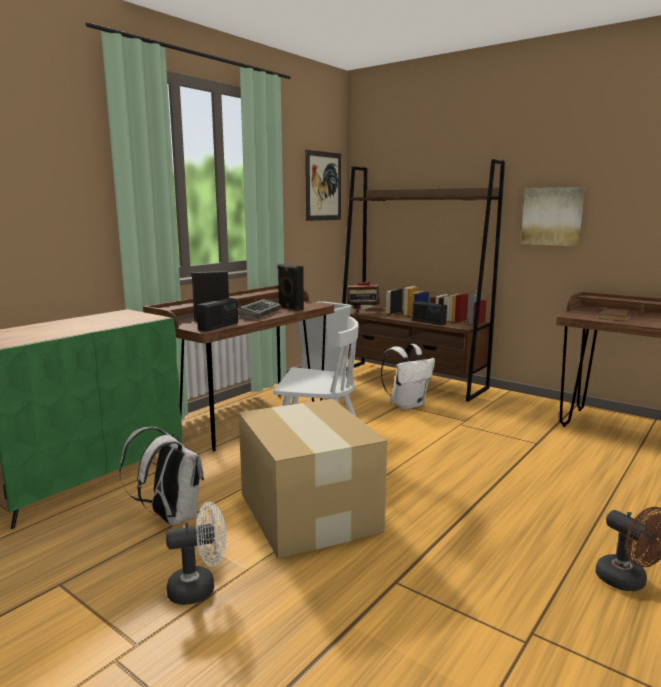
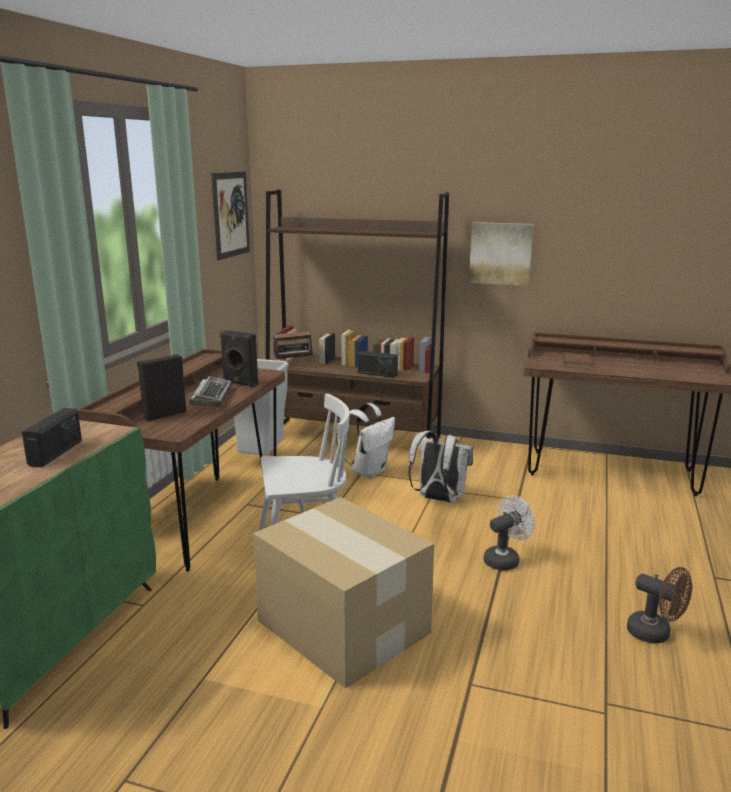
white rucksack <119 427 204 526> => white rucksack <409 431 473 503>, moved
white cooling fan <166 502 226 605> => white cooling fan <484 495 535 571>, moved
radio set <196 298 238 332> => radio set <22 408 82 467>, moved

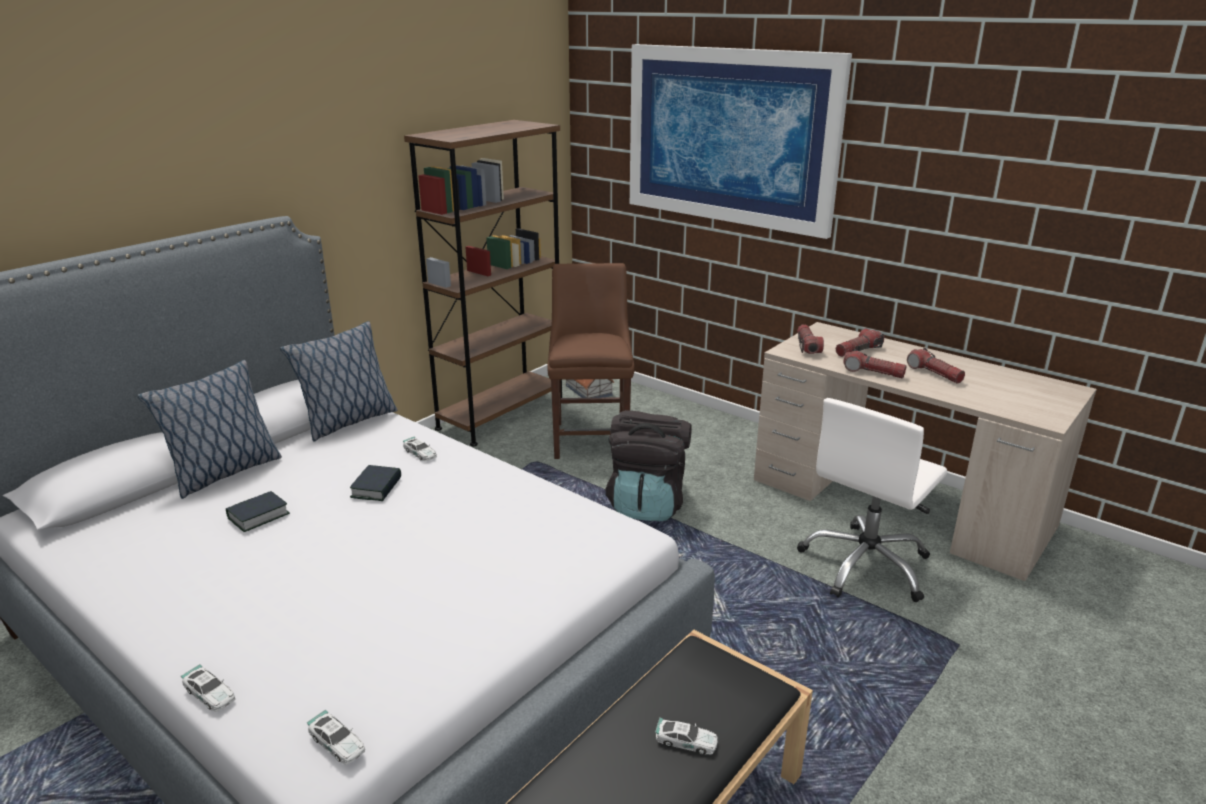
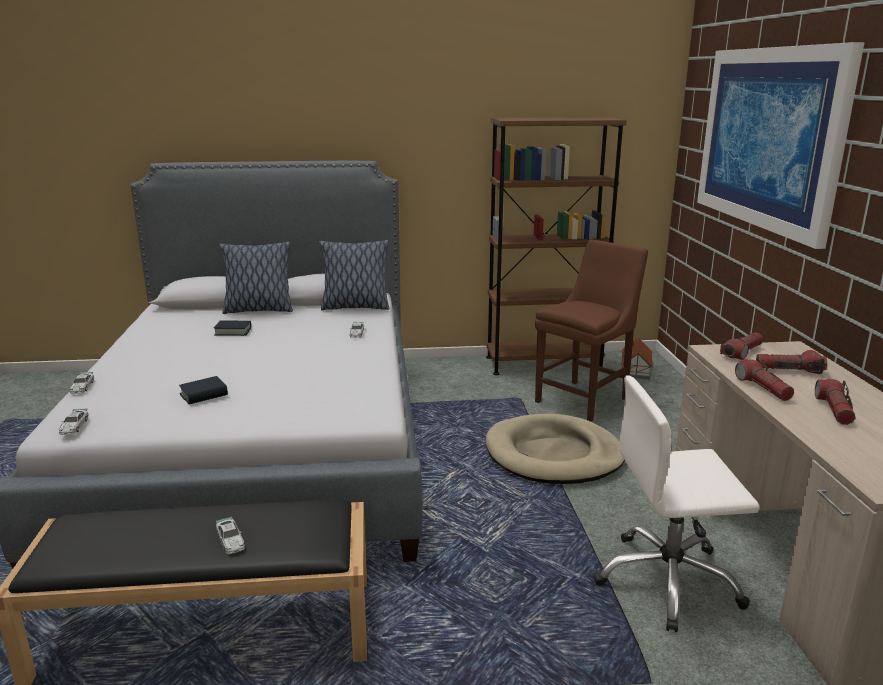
book <350 465 401 501> => book <179 376 228 404>, moved
black rucksack <606 410 692 521> => beige dog cushion <486 414 625 484>

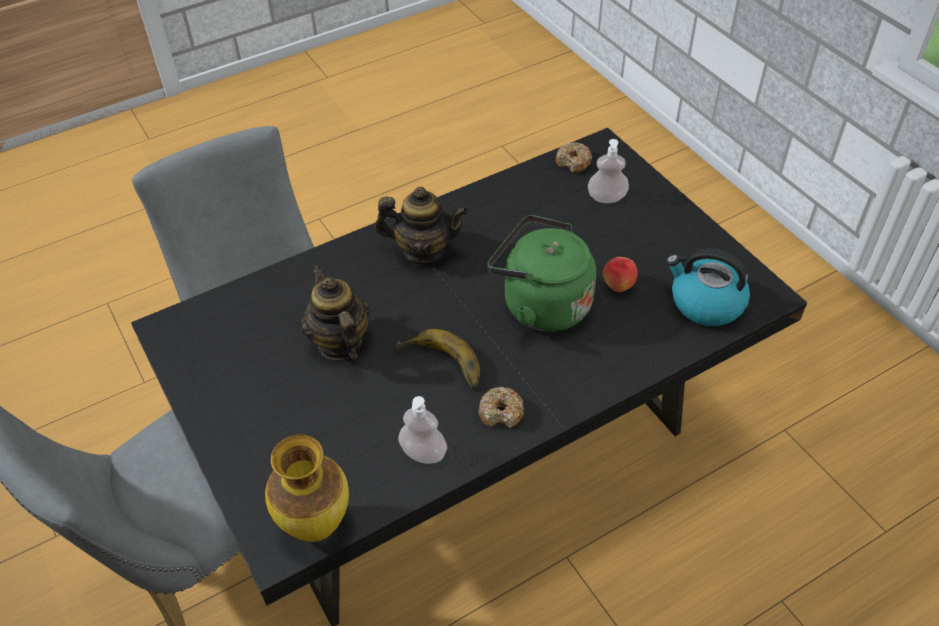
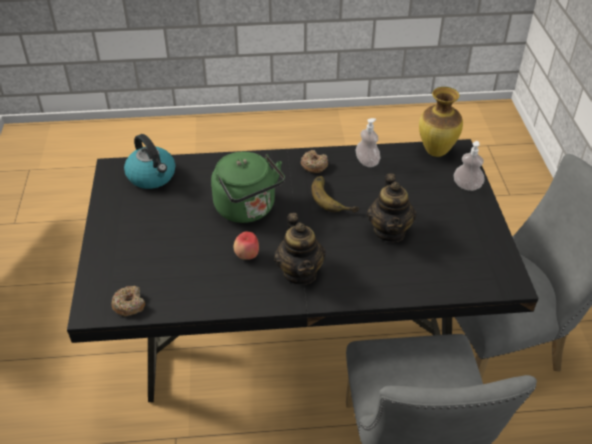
liquid soap bottle <588 139 629 203> => liquid soap bottle <454 141 484 191>, moved
whole apple <603 257 637 292> => whole apple <233 232 259 260>, moved
pot for tea <375 187 468 266> => pot for tea <274 213 326 285>, 135 degrees counterclockwise

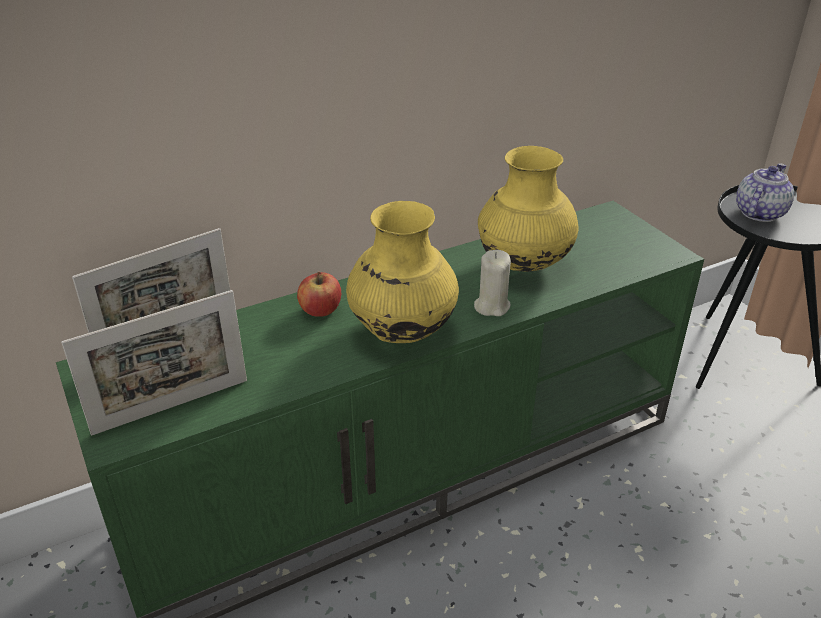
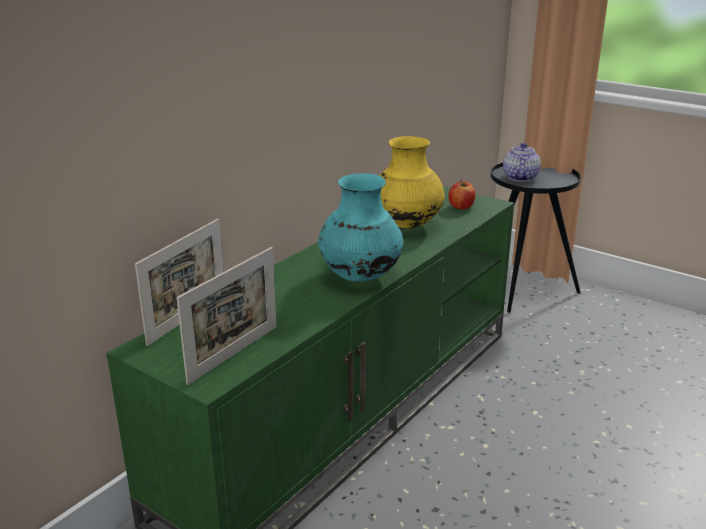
beige wax candle <474 250 511 316> => nothing
whole apple <297 272 341 317> => whole apple <448 180 475 209>, moved
yellow-coloured vase <346 201 459 343> => turquoise vase <318 173 403 282>

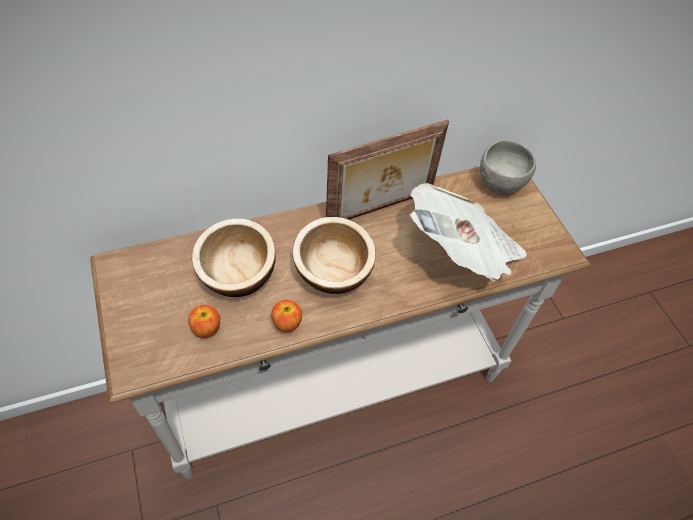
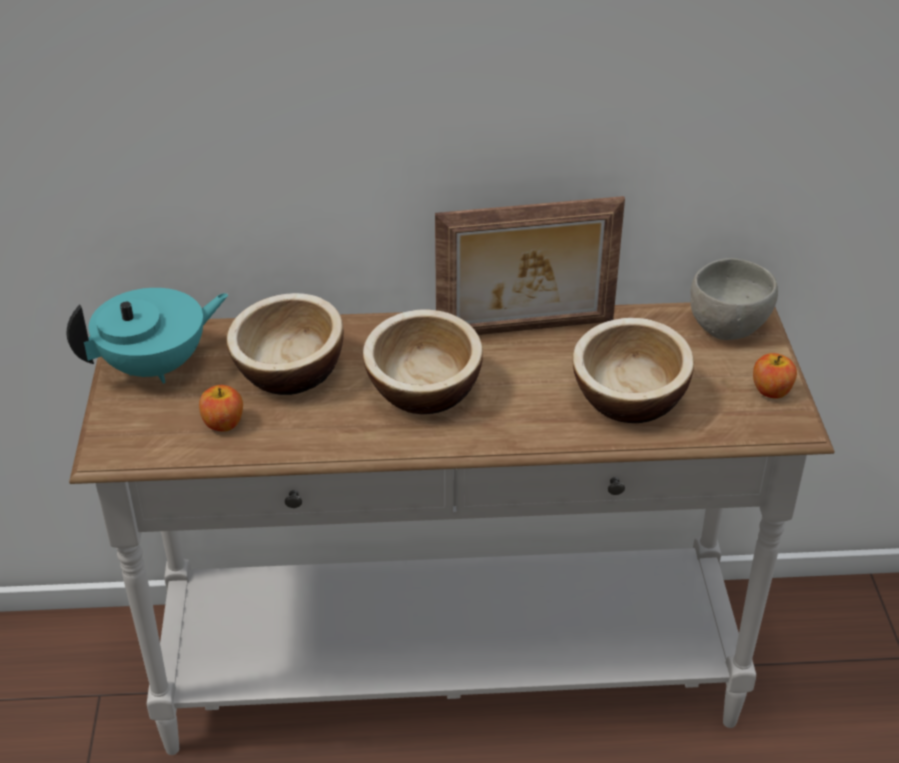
nothing => turquoise pot for tea <67 288 228 384>
whole apple <271 300 302 332> => whole apple <753 353 797 398>, moved
printed paper <410 183 527 281> => deep dish <572 318 694 423>

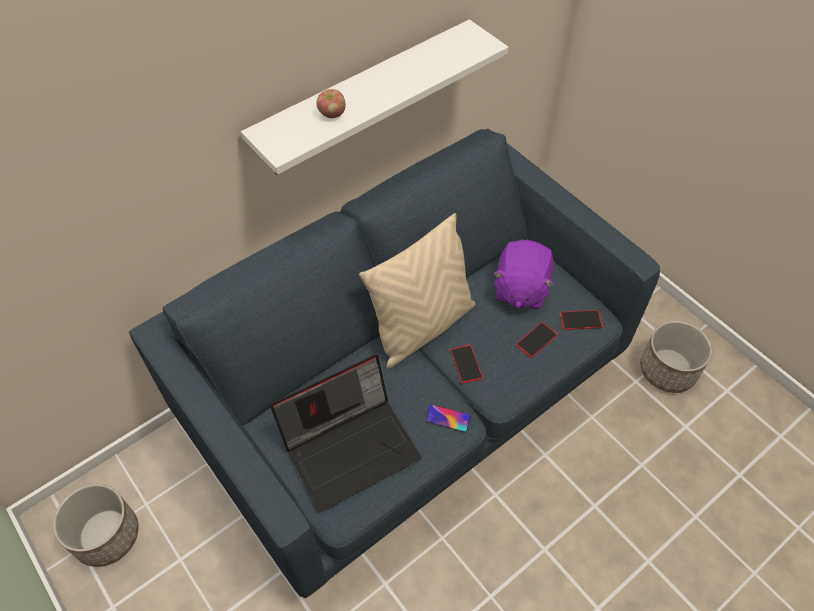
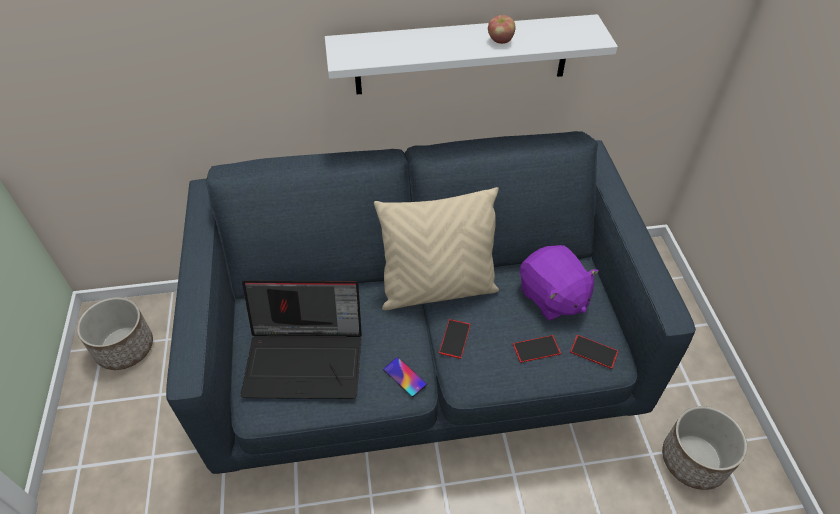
whole apple <317 89 346 118> => whole apple <488 15 516 44>, moved
purple-coloured cuddly toy <493 240 554 309> => purple-coloured cuddly toy <520 245 599 321>, 75 degrees counterclockwise

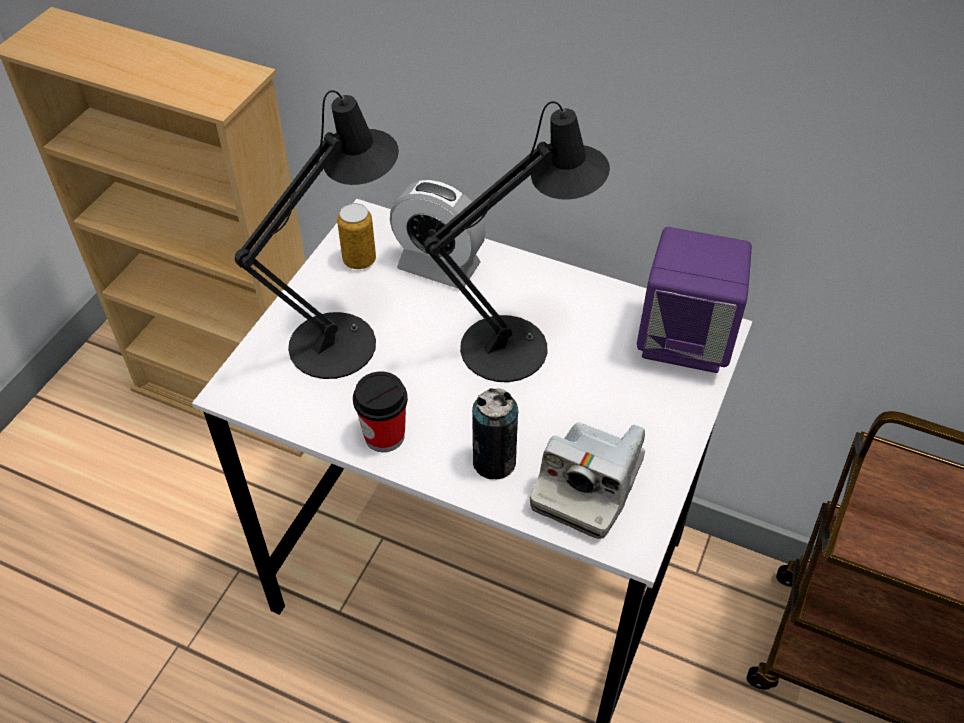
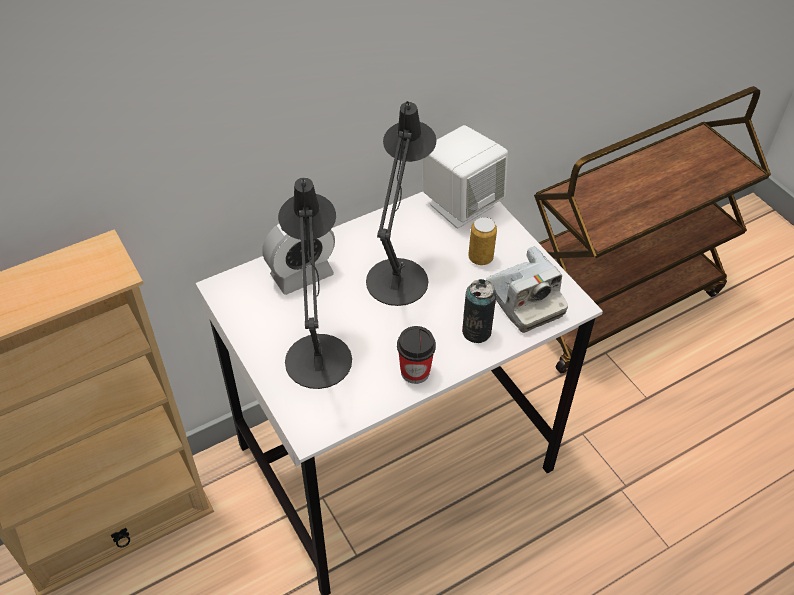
can <337 203 376 269> => can <468 217 497 265>, moved
purple-coloured loudspeaker <637 227 752 373> => white loudspeaker <422 125 508 228>

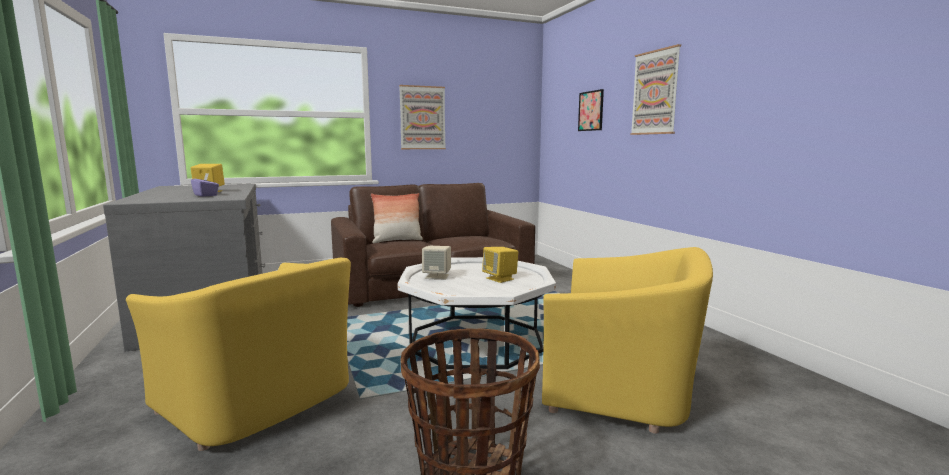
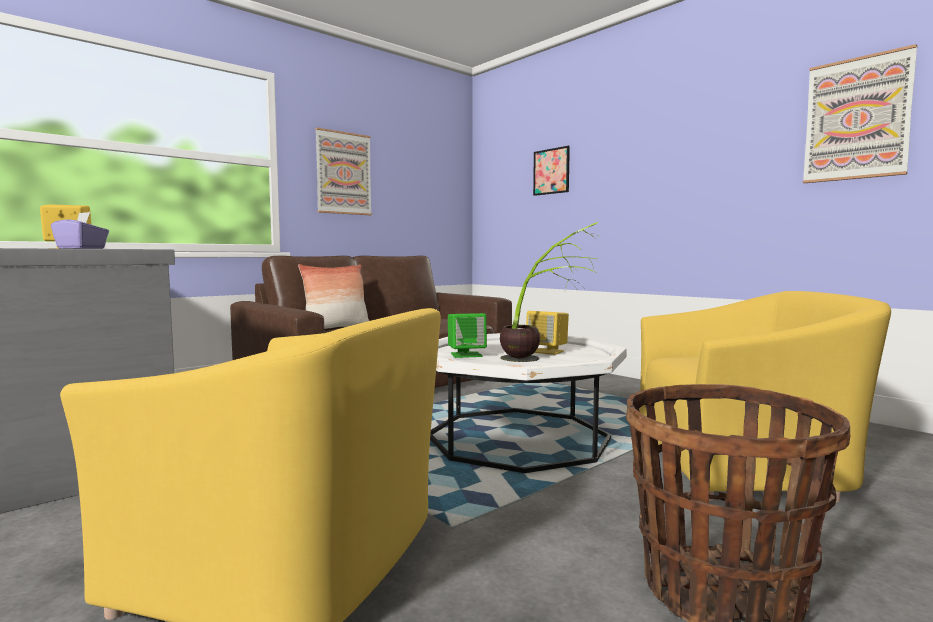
nothing => houseplant <500 222 598 362>
wall picture <630 44 681 135> => wall picture <803 44 917 183>, moved
beige loudspeaker <422 246 451 280> => greenish loudspeaker <448 313 487 358>

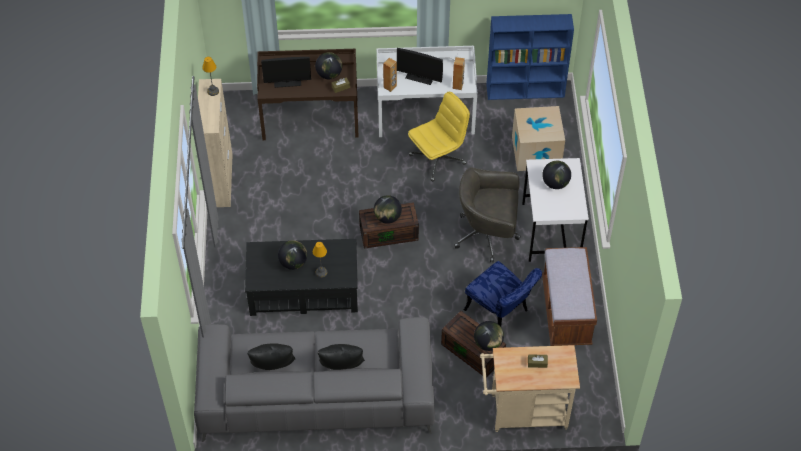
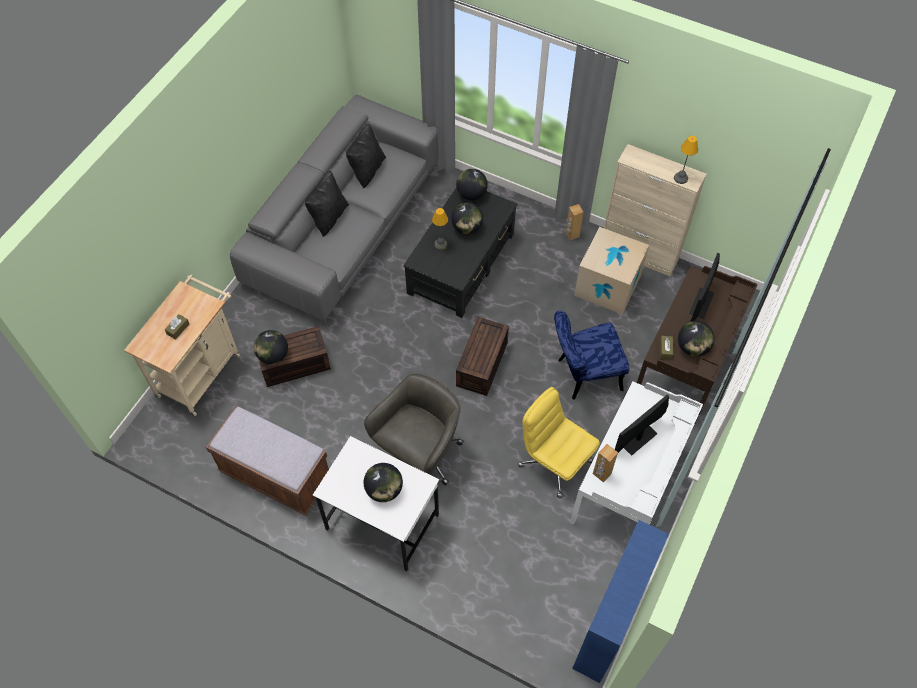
desk globe <374 195 402 224> => desk globe <456 169 488 200>, moved
brown loudspeaker <383 58 397 92> => brown loudspeaker <566 204 583 240>, moved
blue-coloured chair <464 261 542 326> => blue-coloured chair <554 311 629 399>, moved
packing box <512 106 565 171> => packing box <574 227 649 314>, moved
yellow-coloured office chair <408 92 470 182> => yellow-coloured office chair <518 387 600 498>, 135 degrees clockwise

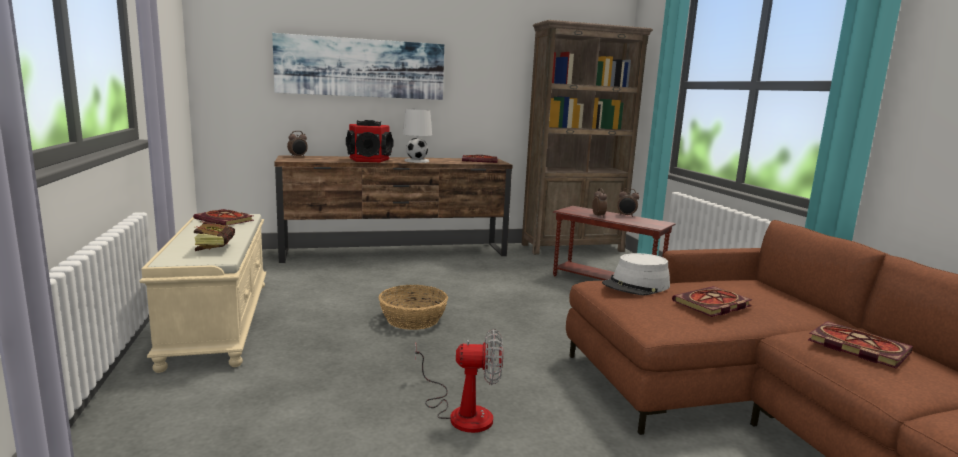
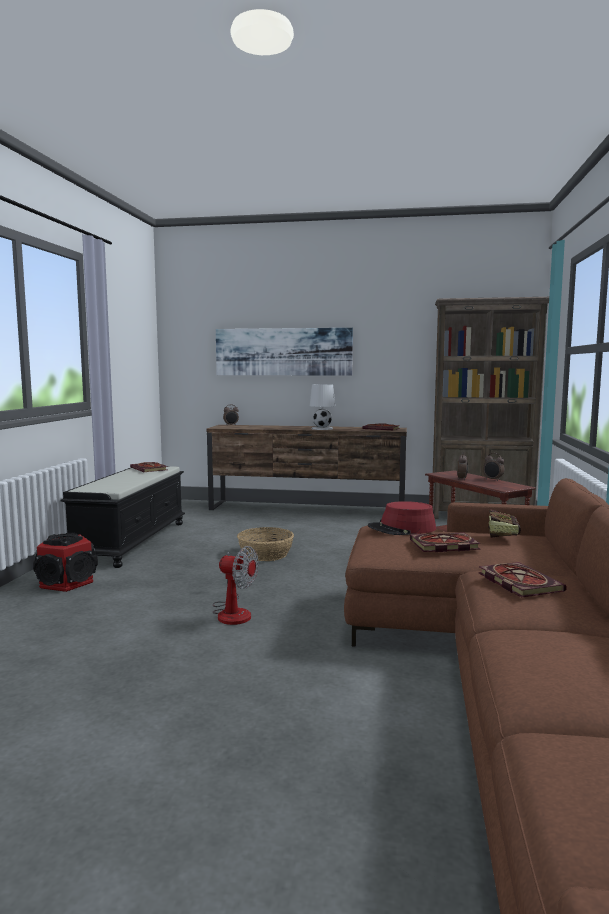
book <194 221 235 251> => book <488 509 521 538>, moved
loudspeaker <346 120 394 162> => loudspeaker <33 532 98 592>, moved
beige indoor bench <139 214 266 373> => black indoor bench <60 466 185 568>
grey clothing hat <602 253 670 296> => red clothing hat <368 501 436 535>

